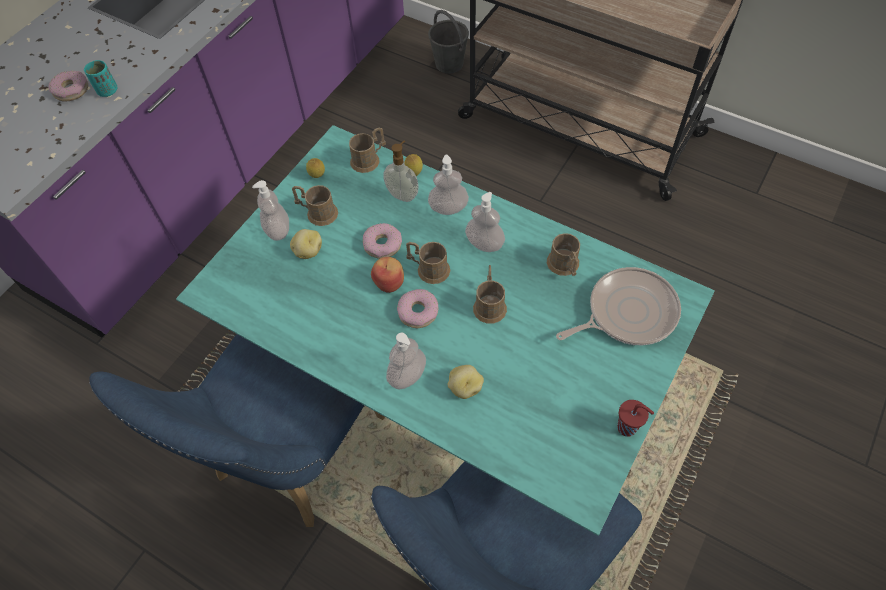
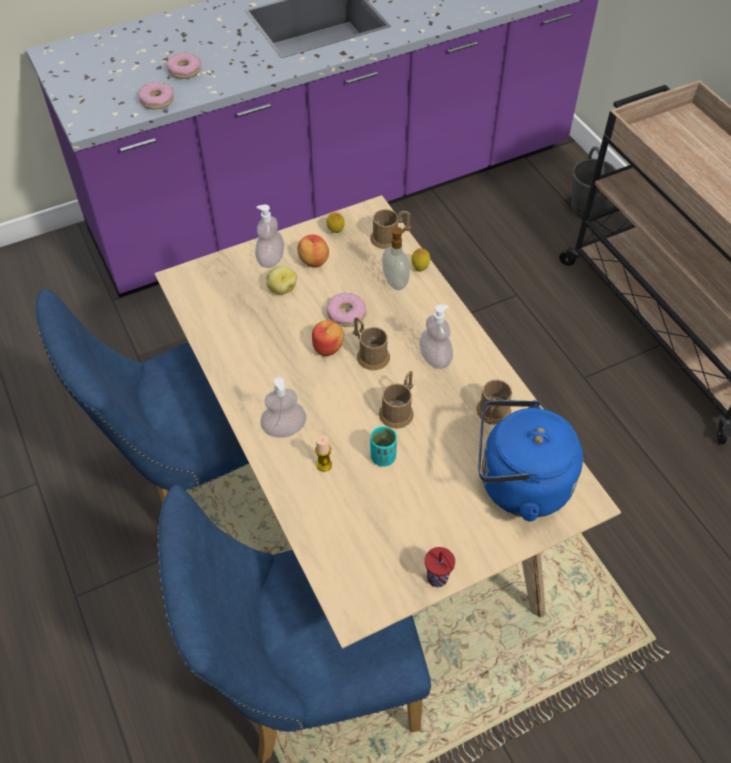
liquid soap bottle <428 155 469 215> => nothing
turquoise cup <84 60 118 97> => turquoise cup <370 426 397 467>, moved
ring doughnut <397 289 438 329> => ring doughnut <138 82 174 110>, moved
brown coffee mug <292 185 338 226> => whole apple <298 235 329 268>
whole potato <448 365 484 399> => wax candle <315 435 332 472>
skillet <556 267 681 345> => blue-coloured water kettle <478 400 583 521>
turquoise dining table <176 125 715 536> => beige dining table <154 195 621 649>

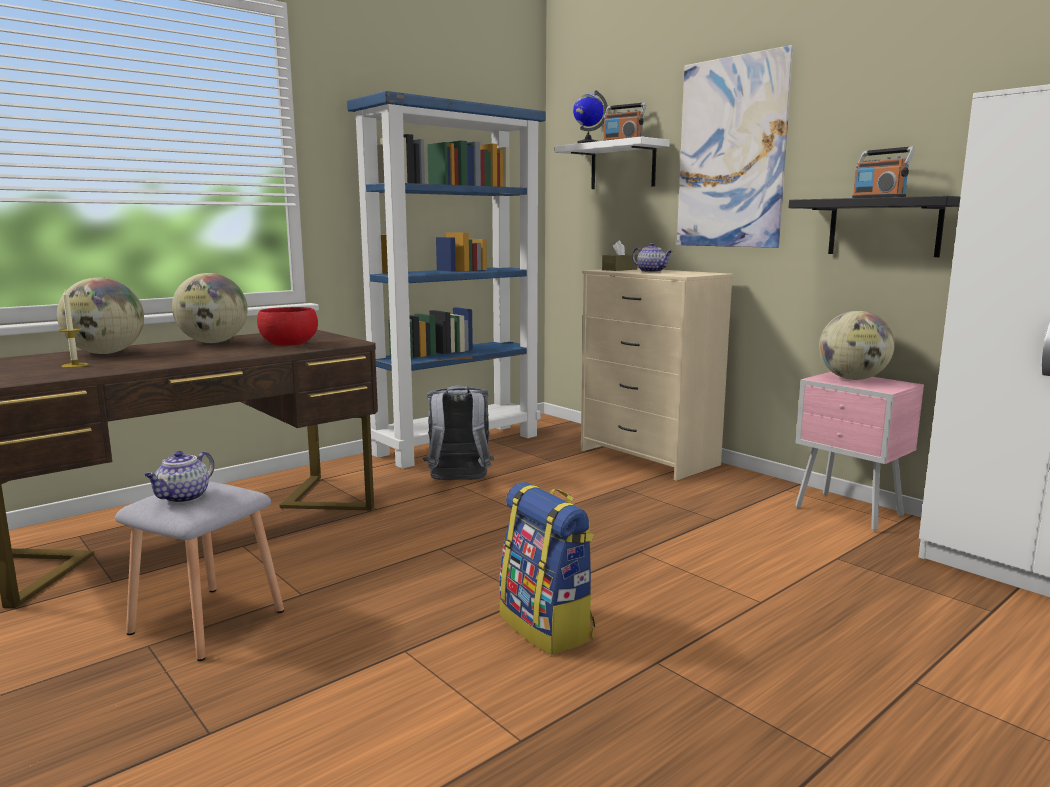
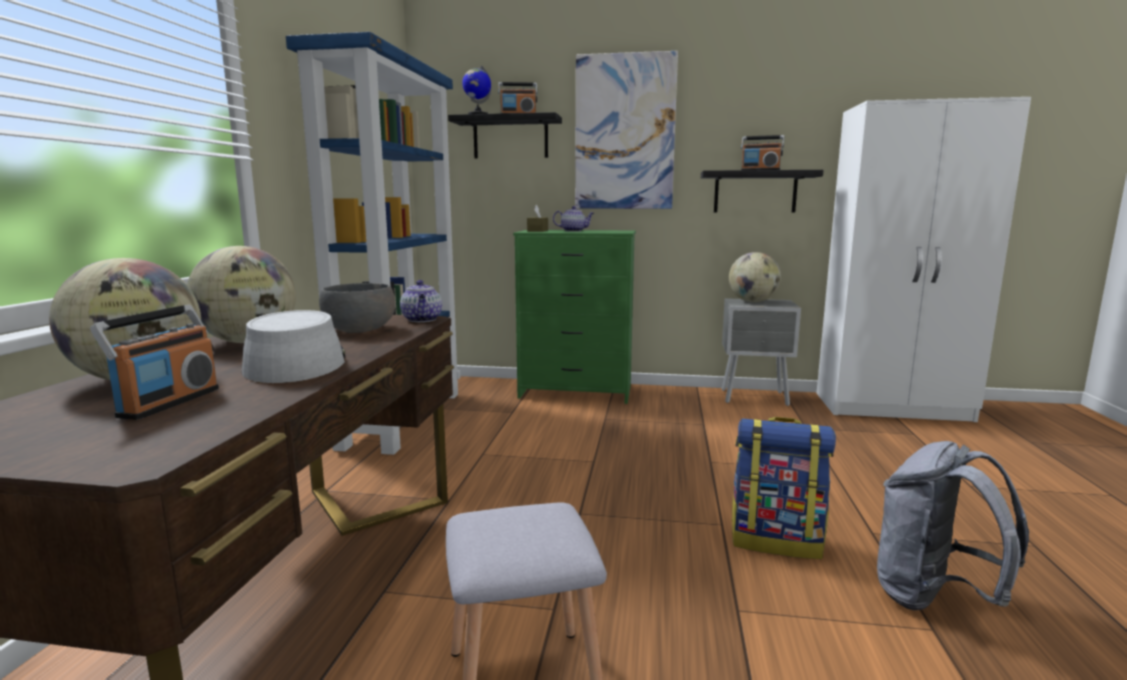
nothing => grey clothing hat <242 310 345 383>
pot for tea <144 451 215 503> => pot for tea <400 280 442 322>, moved
grey rucksack <423 385 494 480> => grey rucksack <877 441 1029 610>, moved
wax candle <59 290 88 368> => radio set <90 305 219 420>
red deep dish <257 307 318 346> => grey deep dish <319 283 395 333>
white bracket shelf <555 137 670 189> => black bracket shelf <448 112 562 158>
beige chest of drawers <581 268 734 481> => greenish chest of drawers <513 230 636 404>
pink night table <795 372 924 532> => grey night table <721 298 801 406>

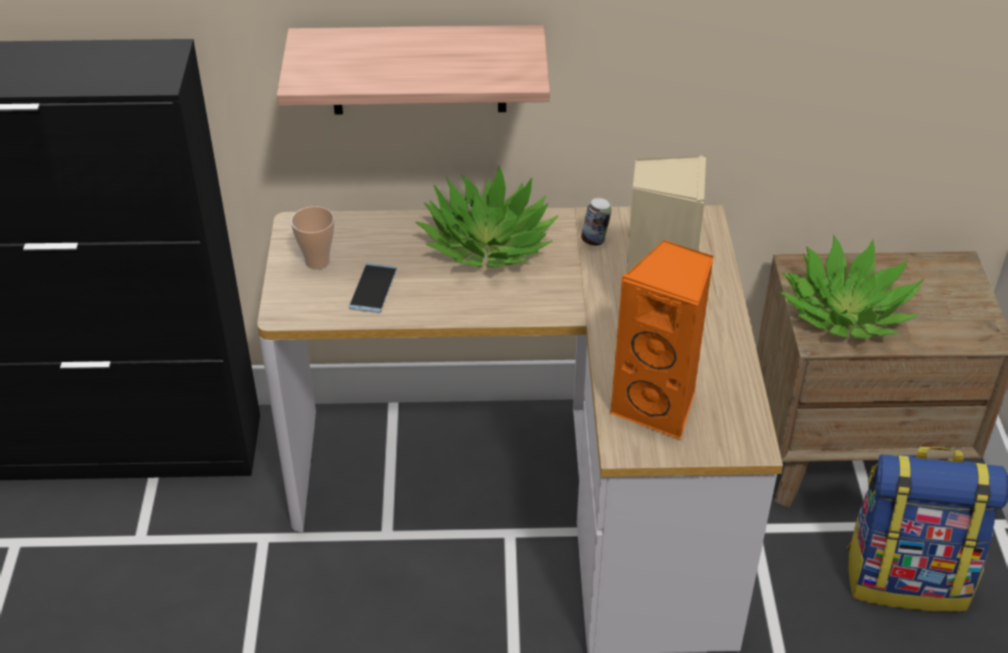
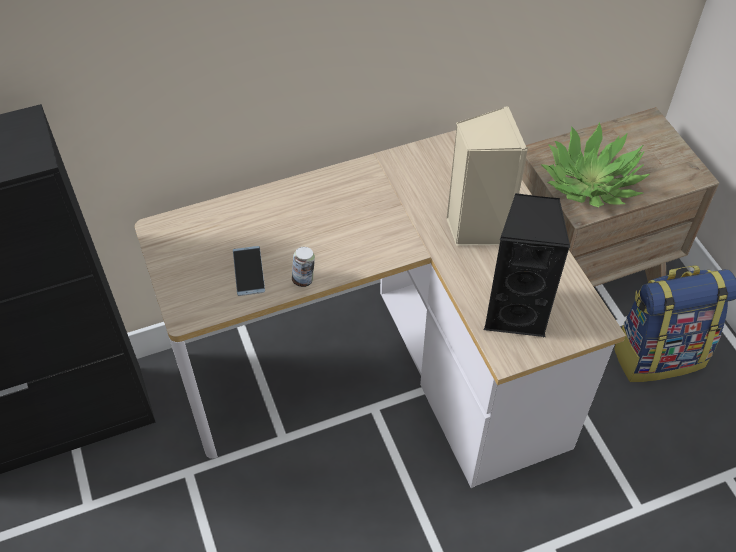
bracket shelf <276 25 550 114> => nothing
cup <291 206 334 270> => nothing
houseplant <415 166 558 267> => nothing
can <581 198 611 246> => can <292 247 315 287>, moved
orange-coloured loudspeaker <610 240 714 439> => black loudspeaker <484 193 570 337>

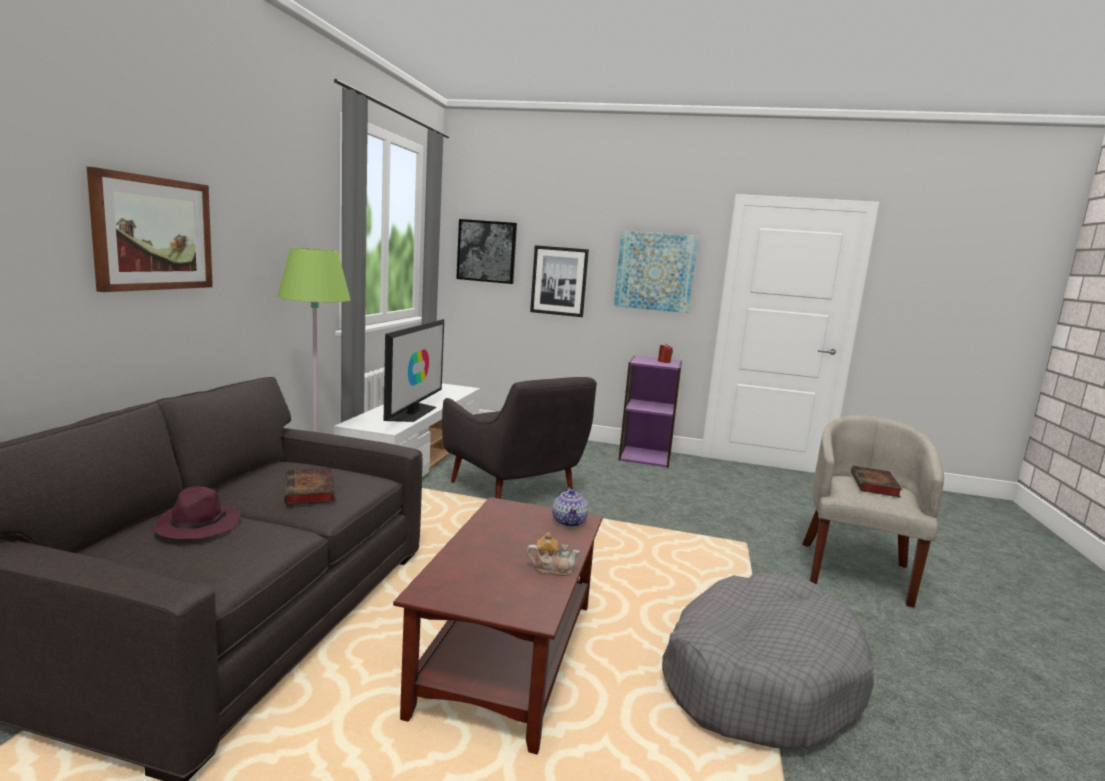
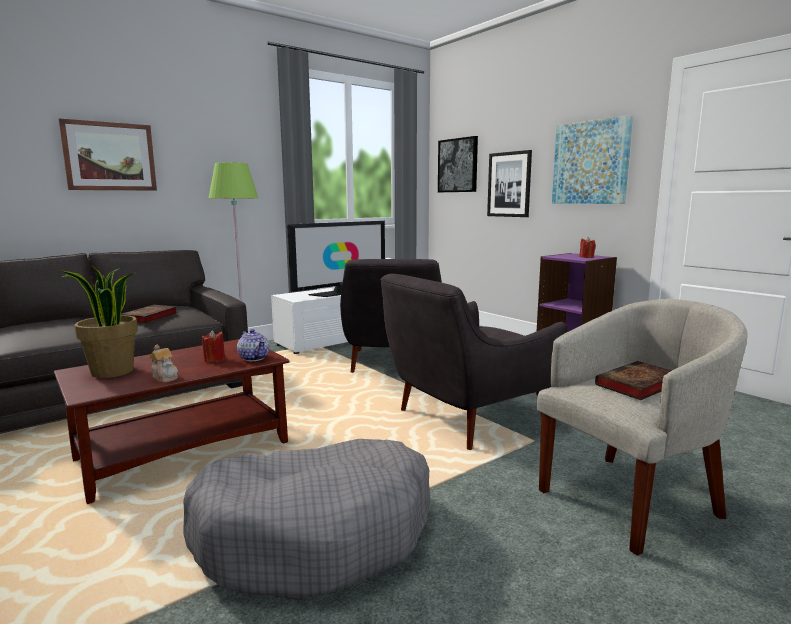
purple-coloured clothing hat <152 486 240 539> => nothing
nothing => houseplant <59 265 138 378>
nothing => red wax candle <202 330 225 362>
nothing => grey lounge chair <380 274 567 450>
pot for tea <552 488 588 527> => pot for tea <237 329 269 361>, 75 degrees counterclockwise

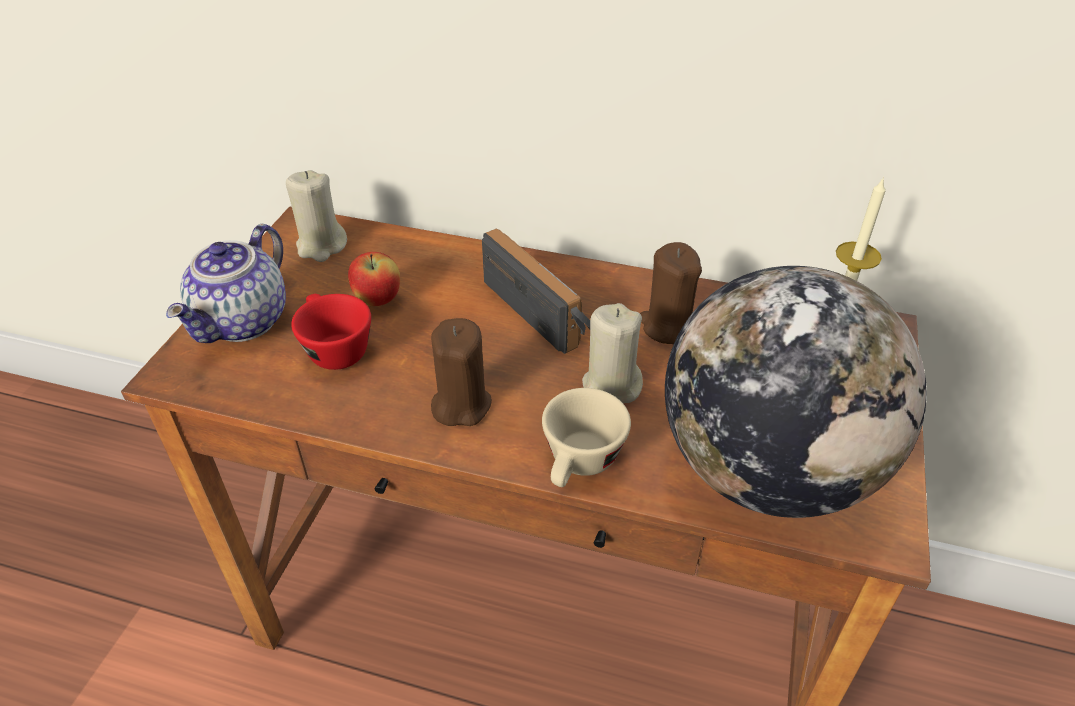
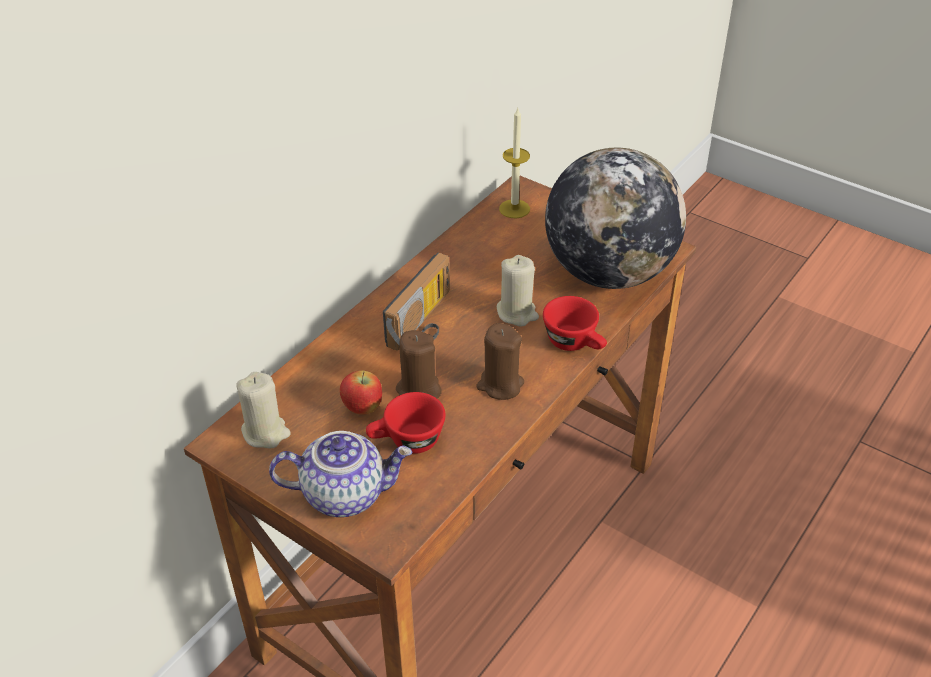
brown wax candle <640 242 702 344> => brown wax candle <396 330 442 399>, moved
beige cup <542 388 631 487> => red cup <543 296 607 351>
pot for tea <166 224 286 343> => pot for tea <269 431 413 517>, 45 degrees counterclockwise
radio set <482 228 590 354> => radio set <383 253 450 350>, 135 degrees clockwise

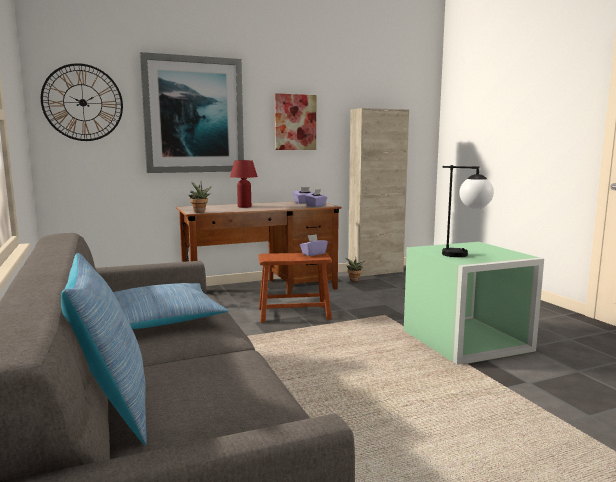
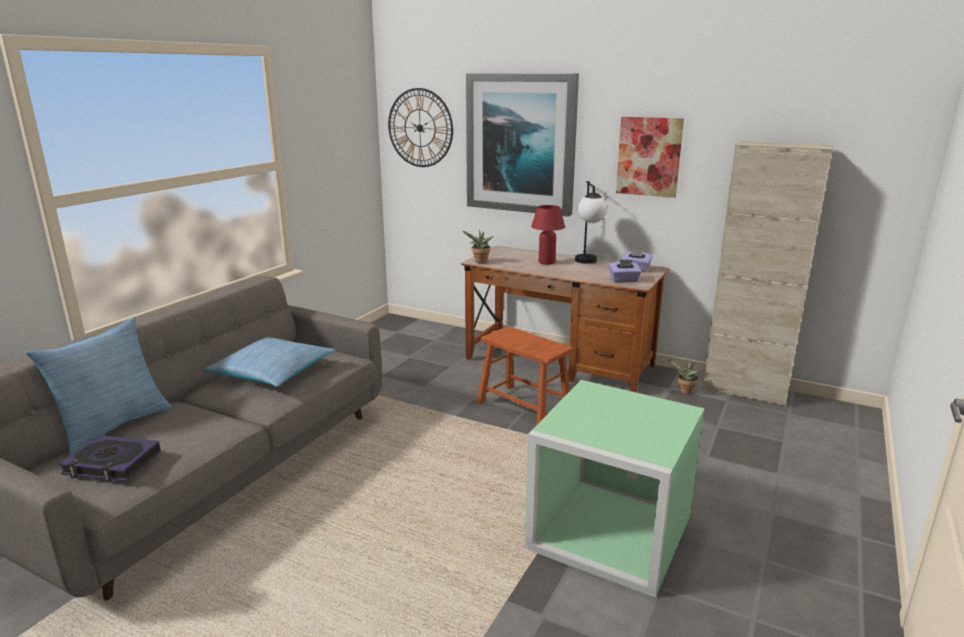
purple-coloured tissue box <300 234 328 256> => nothing
nothing => book <58 435 161 482>
table lamp <442 165 494 257> => table lamp <575 181 607 264>, moved

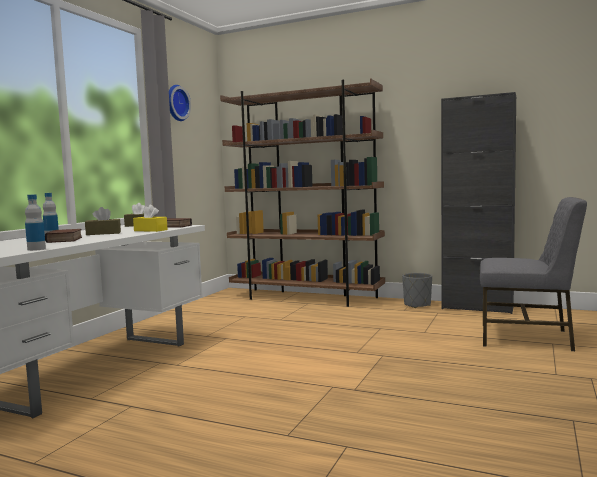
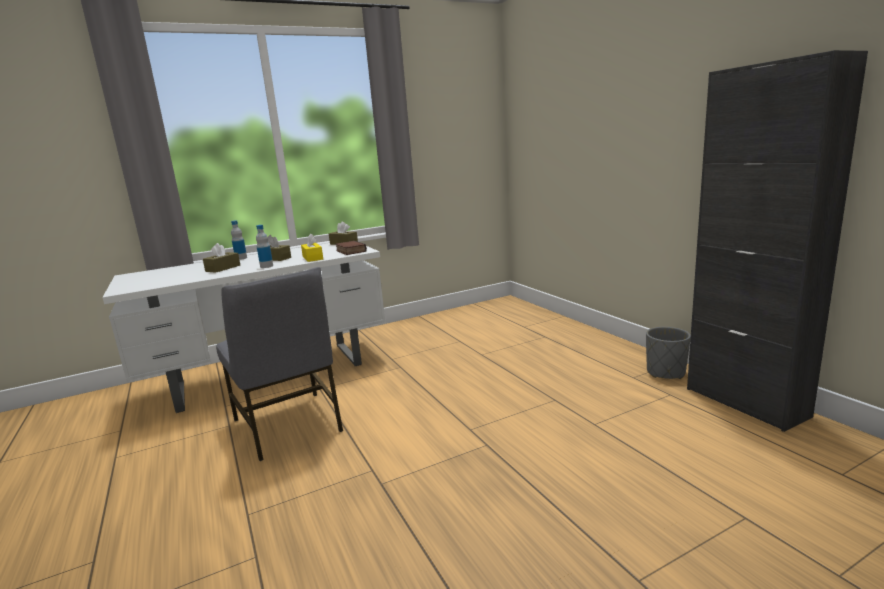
hanging clock <169 85 191 121> => nothing
brown shelving unit <220 79 385 307> => nothing
beverage bottle <25 194 46 251> => beverage bottle <256 225 273 268>, moved
grey chair <480 197 587 351> => grey chair <216 267 343 461>, moved
book <45 229 82 243> => brown tissue box <203 243 240 273>

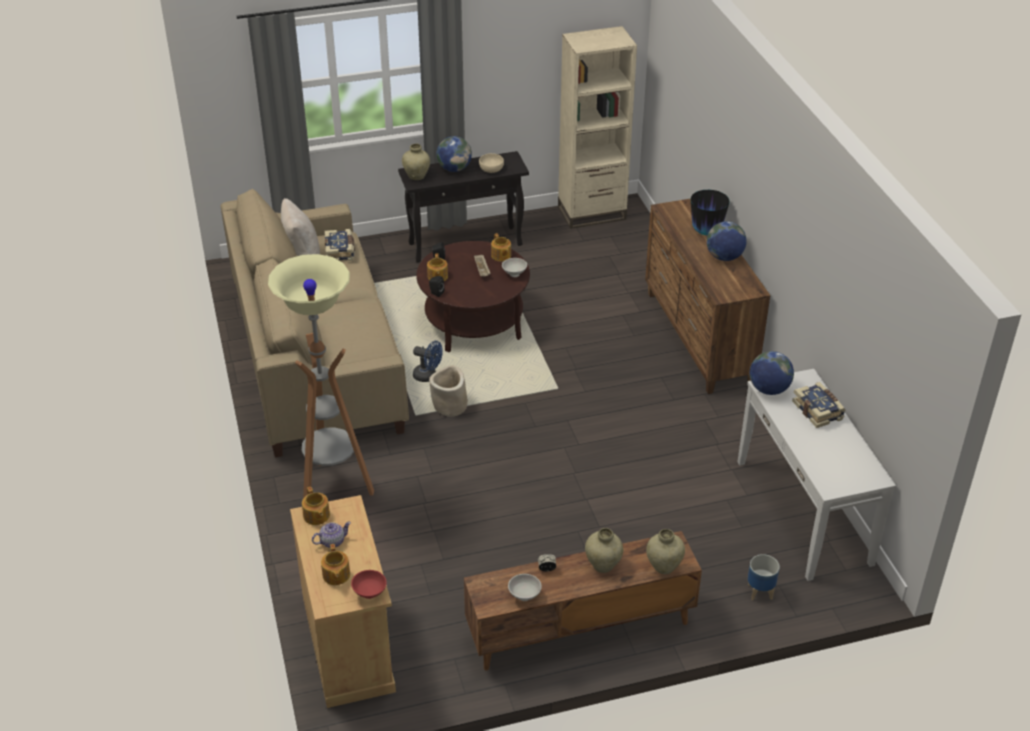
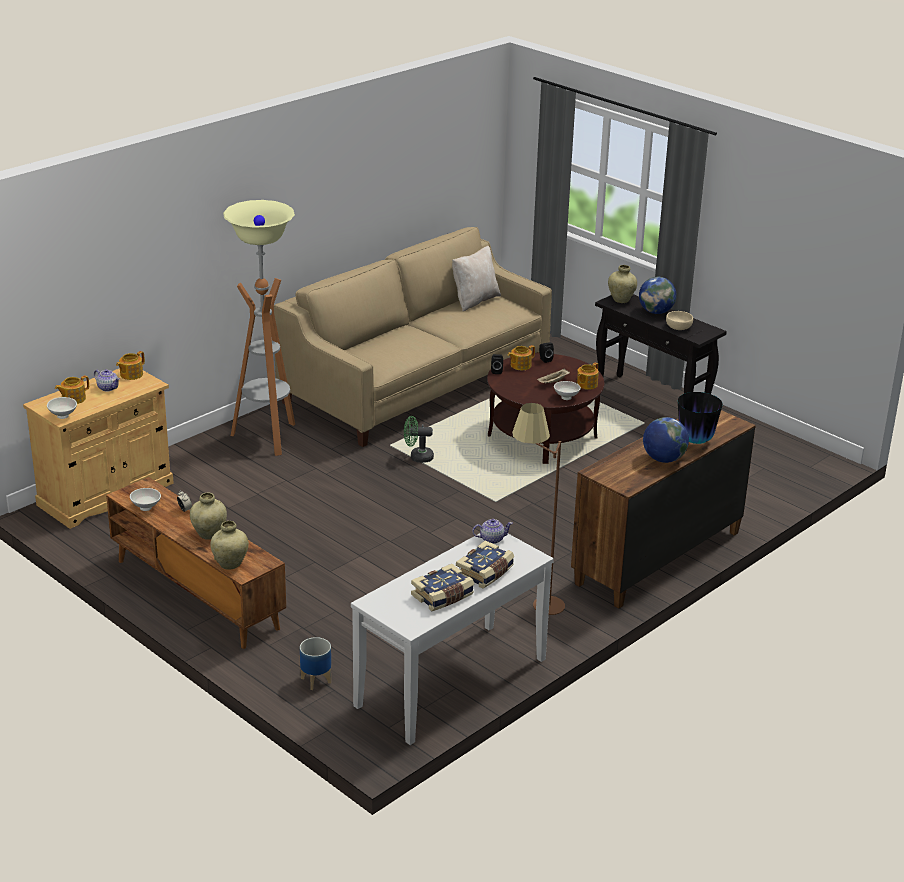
blue-coloured cooling fan <413 341 443 382> => nothing
beige shelving unit <558 26 637 229> => nothing
nothing => brown floor lamp <512 403 565 615>
book <324 229 355 261> => book <411 564 474 611>, moved
beige flower pot <429 365 468 417> => greenish cooling fan <404 416 434 463>
desk globe <750 351 794 395> => pot for tea <472 519 513 544>
red deep dish <351 570 387 599> => white deep dish <47 397 77 419>

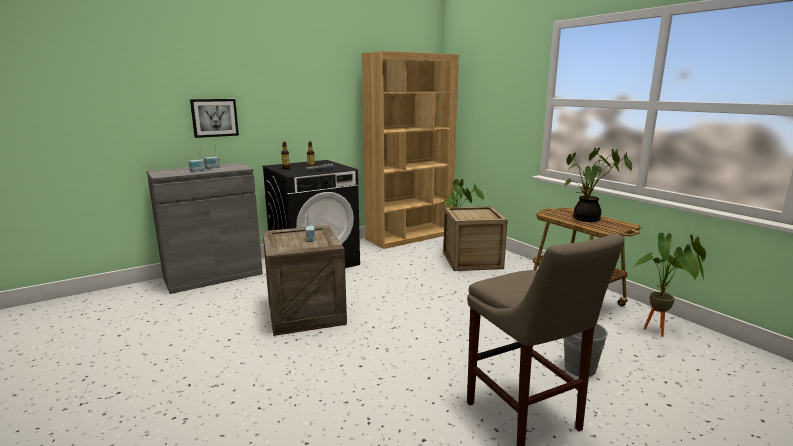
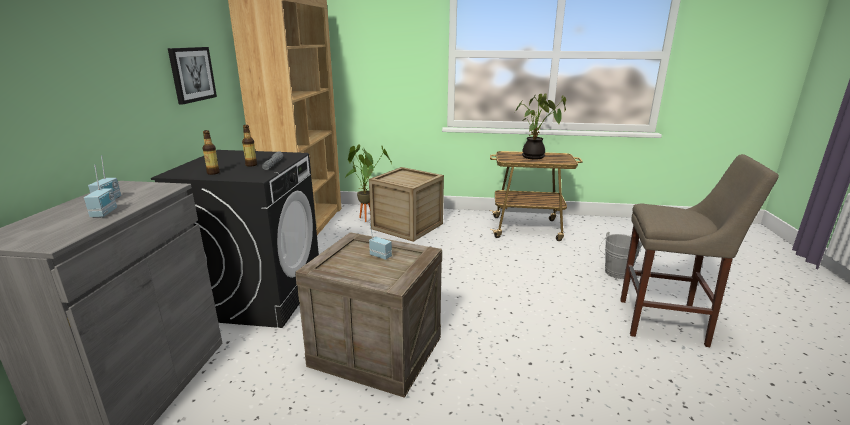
houseplant <634 233 706 337> => nothing
wall picture <190 99 239 138> => wall picture <168 47 217 104>, moved

